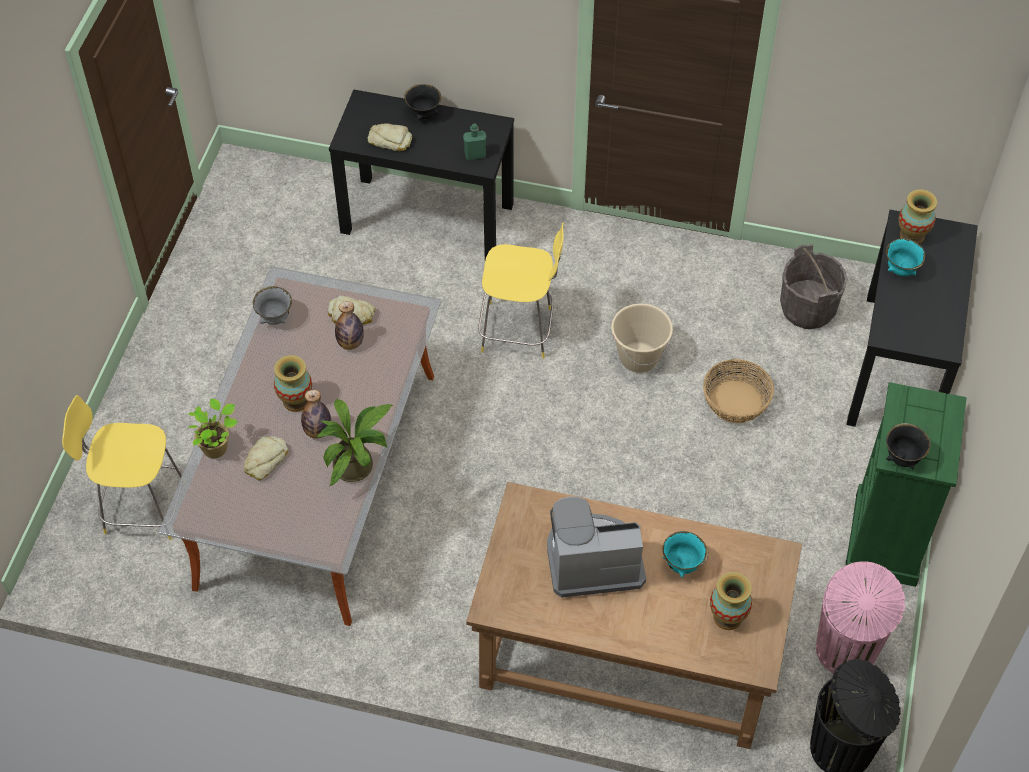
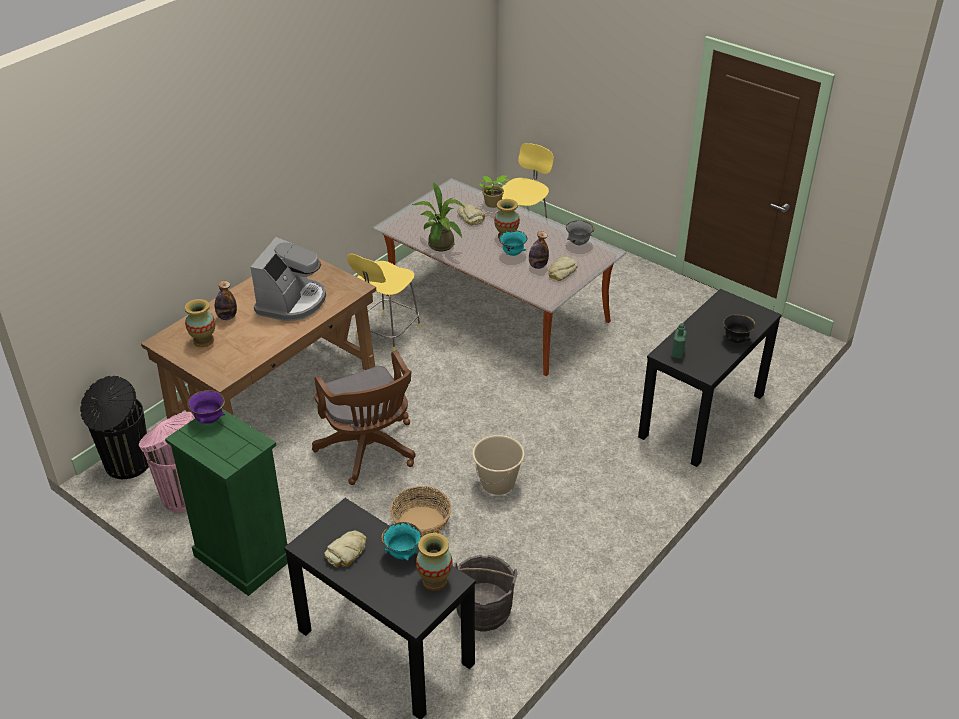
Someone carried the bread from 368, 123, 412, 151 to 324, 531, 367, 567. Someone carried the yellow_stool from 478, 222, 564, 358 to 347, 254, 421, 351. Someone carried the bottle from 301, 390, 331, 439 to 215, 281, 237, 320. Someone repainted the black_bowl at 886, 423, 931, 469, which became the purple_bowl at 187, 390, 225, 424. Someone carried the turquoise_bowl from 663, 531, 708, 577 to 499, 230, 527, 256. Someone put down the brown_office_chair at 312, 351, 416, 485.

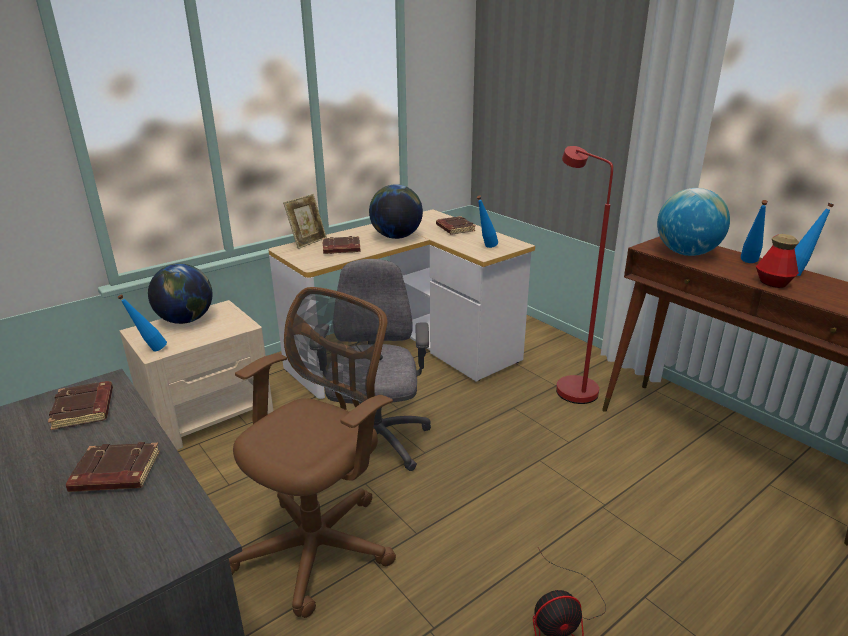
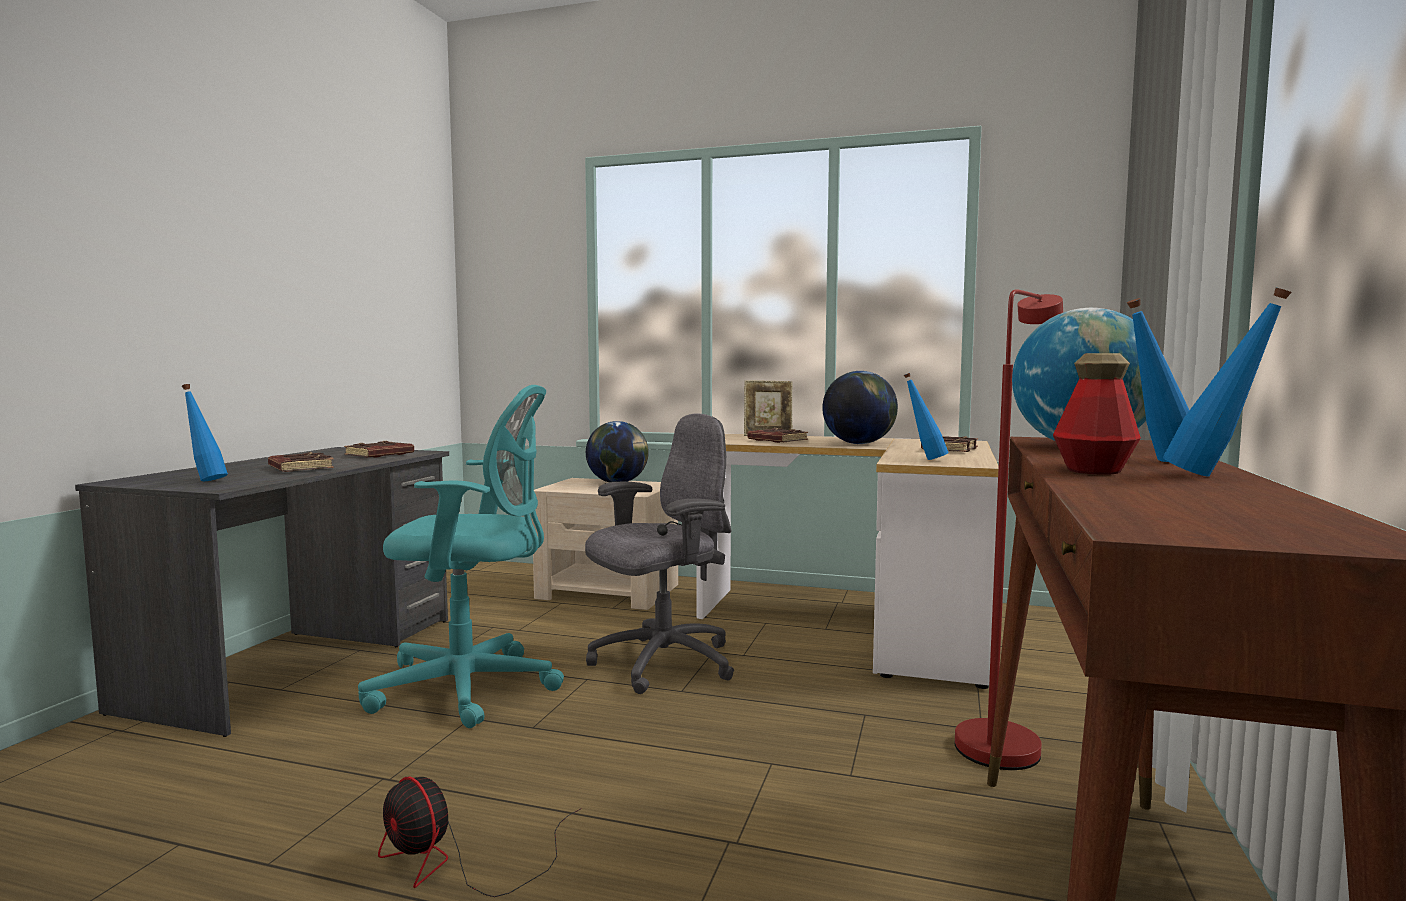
Someone repainted the brown_office_chair at 229, 287, 396, 618, which became the turquoise_office_chair at 358, 385, 564, 728. Someone carried the blue_bottle from 118, 294, 167, 352 to 182, 384, 228, 481.

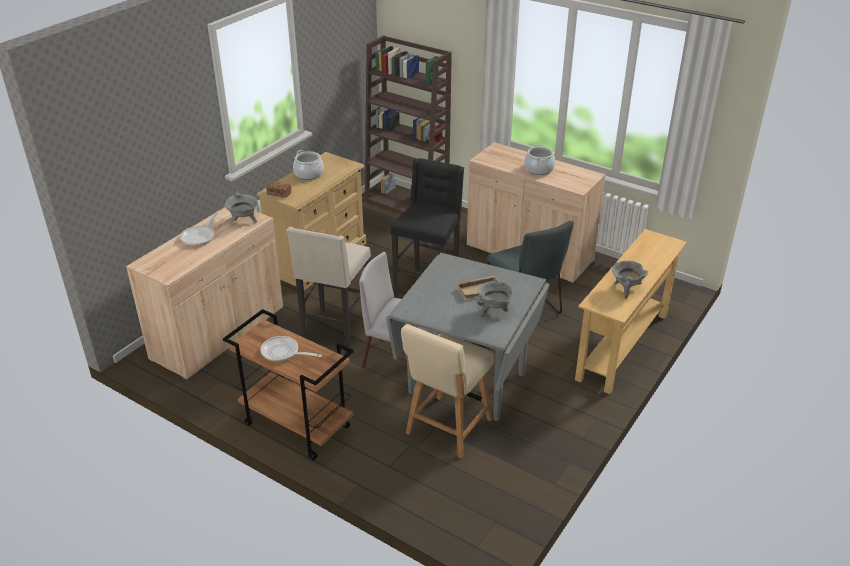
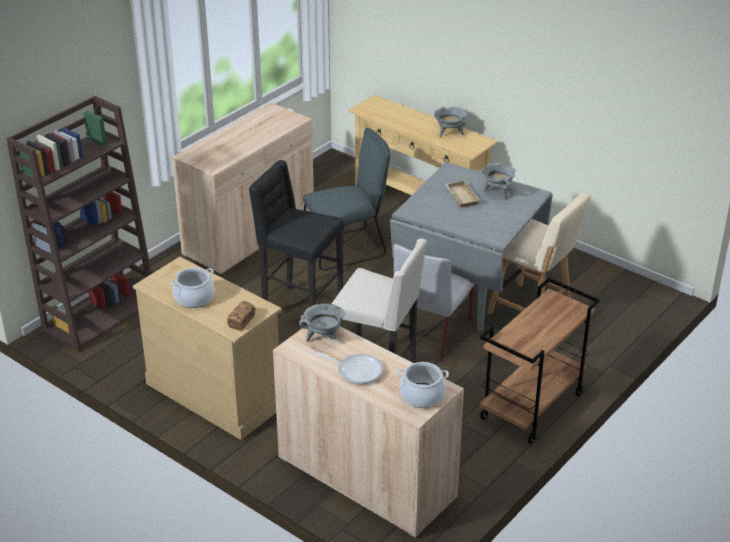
Someone carried the cooking_pot from 524, 144, 555, 175 to 398, 362, 449, 408. Someone took away the frying_pan at 261, 336, 322, 362.

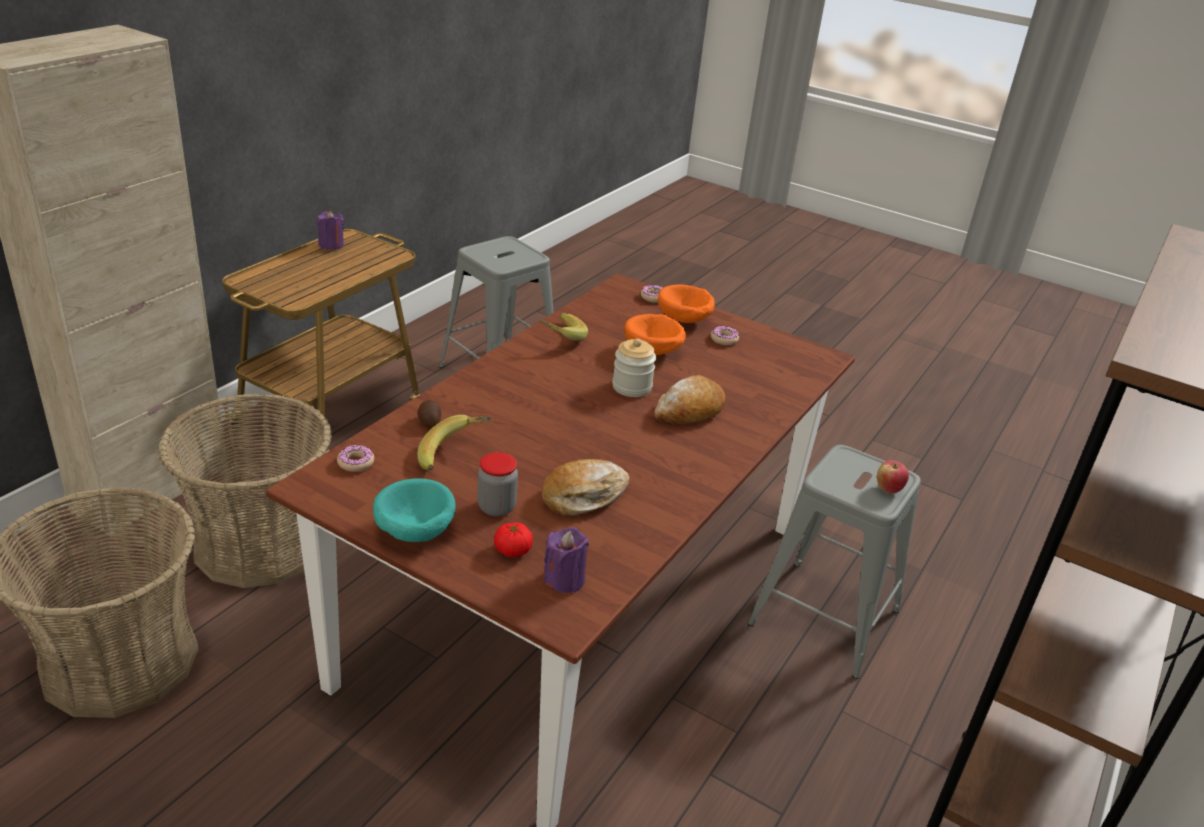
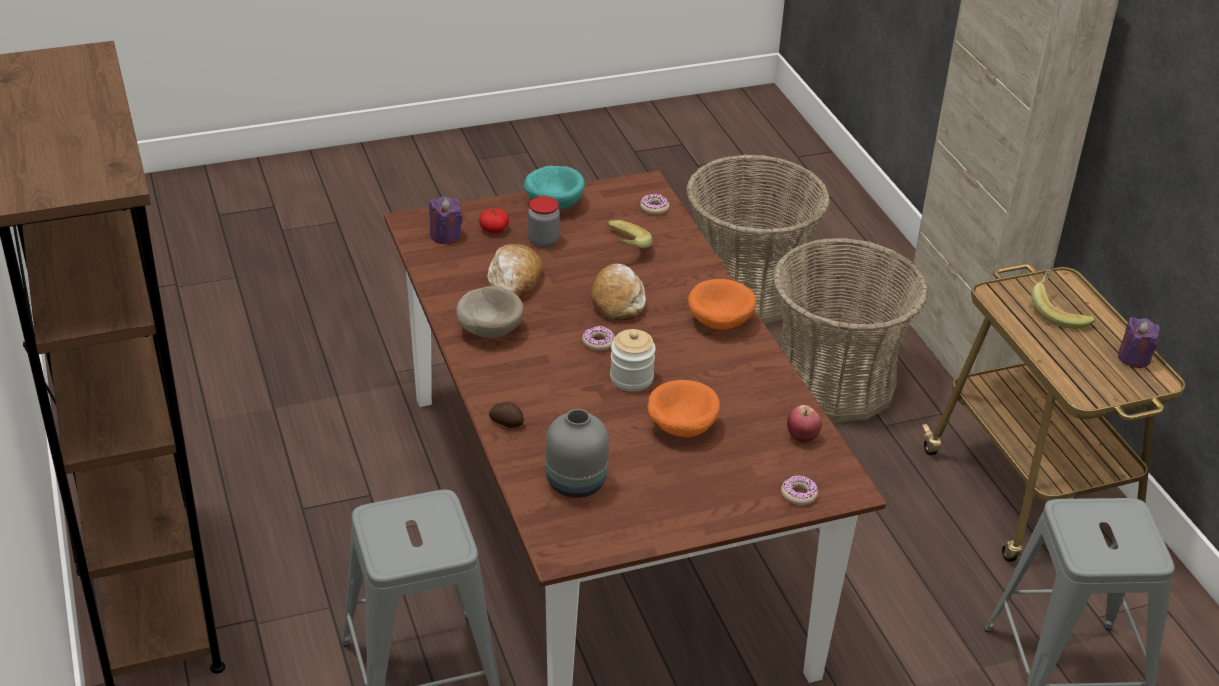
Someone carried the orange_bowl from 658, 284, 715, 323 to 688, 279, 756, 330. Someone carried the banana from 540, 313, 588, 341 to 1031, 266, 1095, 329. Someone carried the donut from 711, 326, 739, 345 to 582, 326, 615, 351. Someone carried the bread from 654, 375, 725, 424 to 591, 263, 646, 321. Someone carried the potato from 417, 400, 441, 429 to 489, 402, 524, 428. Someone carried the apple from 877, 460, 909, 494 to 787, 405, 822, 443. Someone put down the beige_bowl at 456, 286, 524, 338. Someone put down the grey_vase at 545, 409, 609, 498.

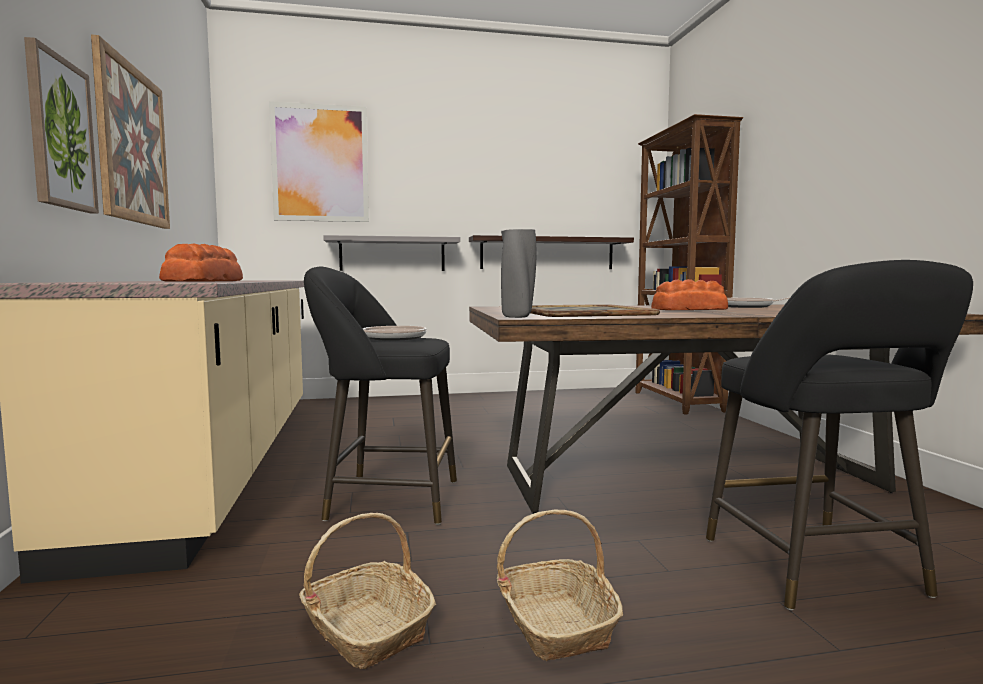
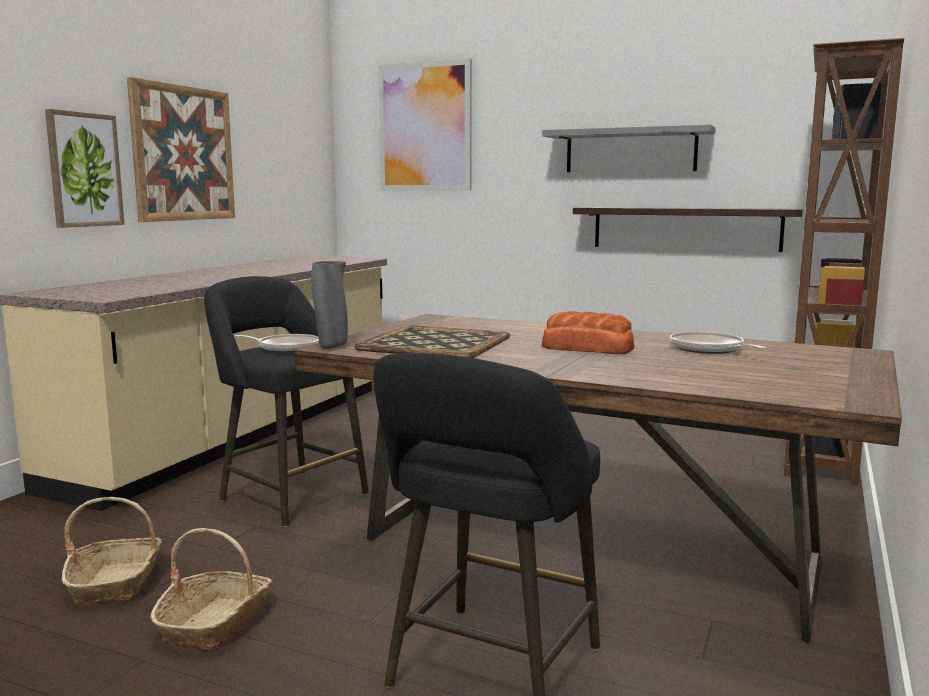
Someone carried the grey_shelf from 323, 235, 460, 271 to 542, 124, 716, 172. Someone took away the bread at 159, 244, 243, 282.

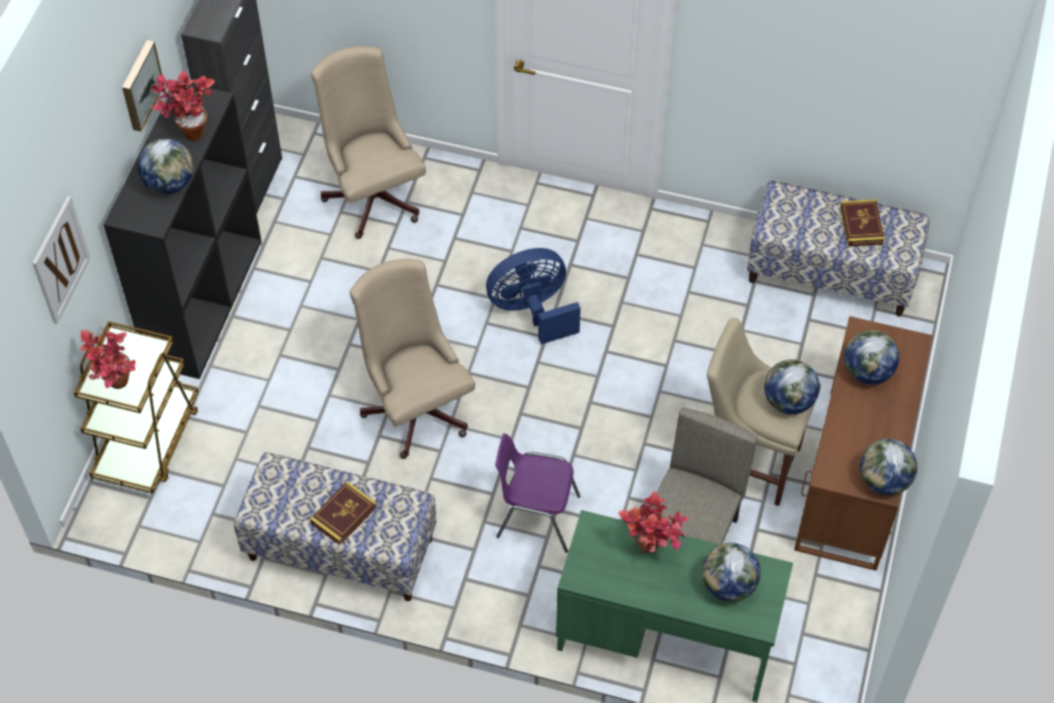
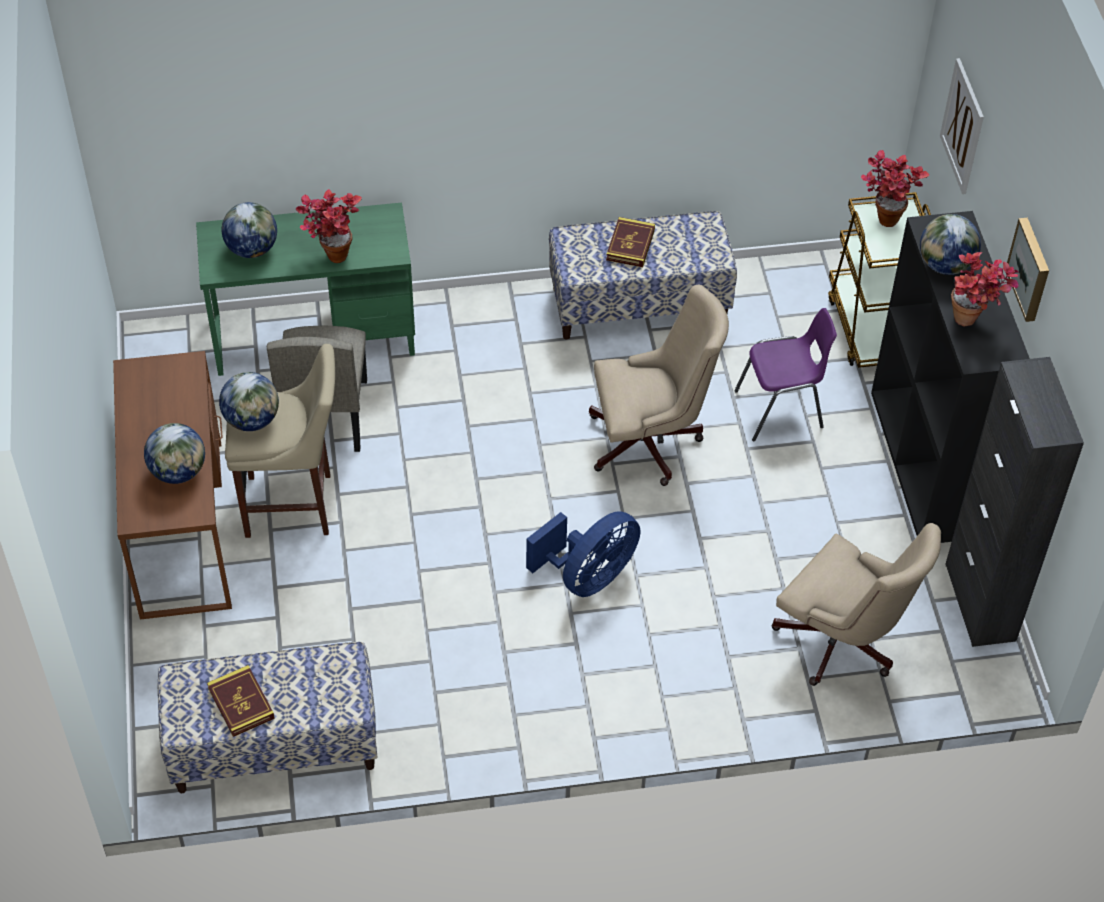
Someone rotated the beige_office_chair at 350, 259, 475, 459 by 45 degrees counterclockwise. Someone carried the purple_chair from 495, 433, 580, 553 to 734, 308, 837, 441. Someone took away the globe at 860, 439, 917, 495.

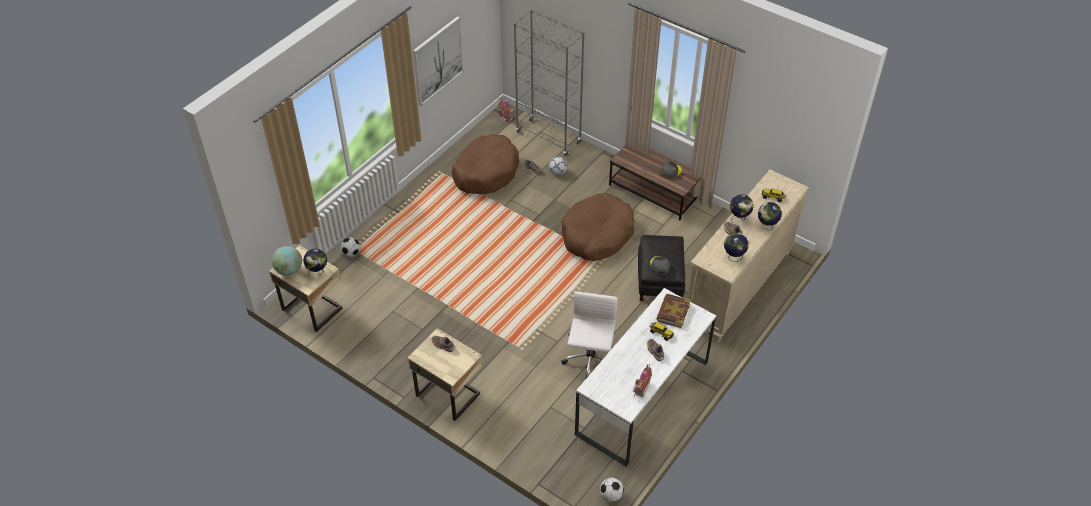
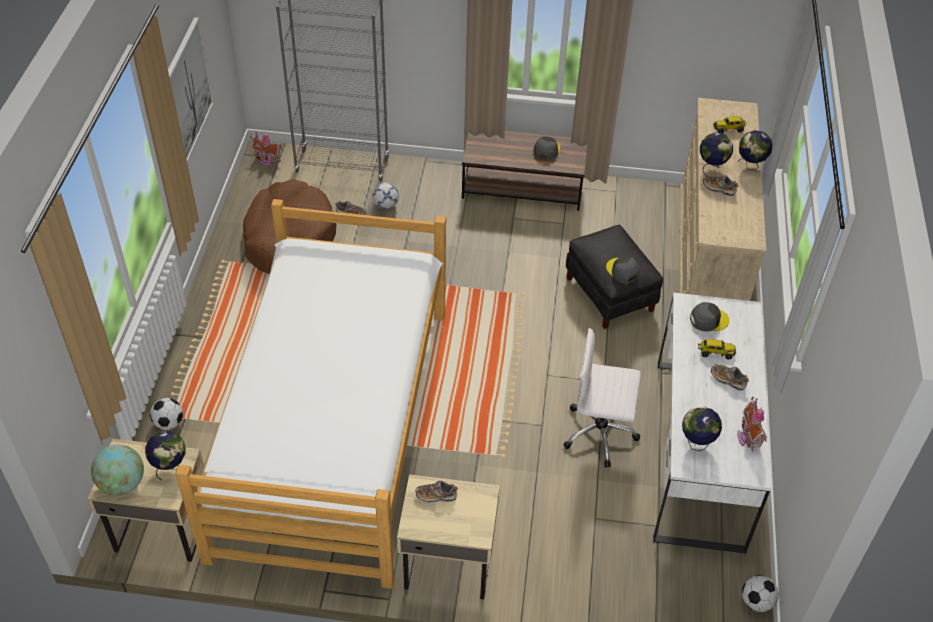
Someone took away the brown_dog_bed at 562, 193, 634, 261. Someone carried the globe from 724, 233, 748, 262 to 682, 407, 722, 451. Someone rotated the white_office_chair at 561, 291, 618, 380 by 60 degrees counterclockwise. Someone swapped the book at 656, 294, 691, 328 for the grey_cap at 690, 302, 729, 332. Someone put down the bed at 175, 199, 446, 589.

